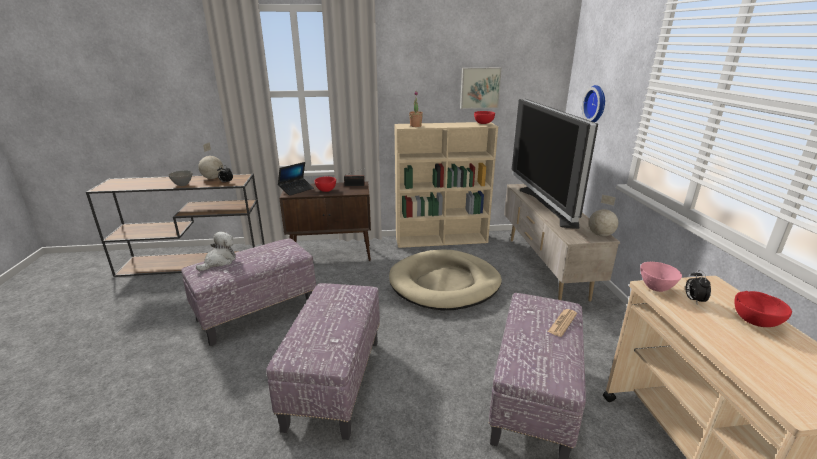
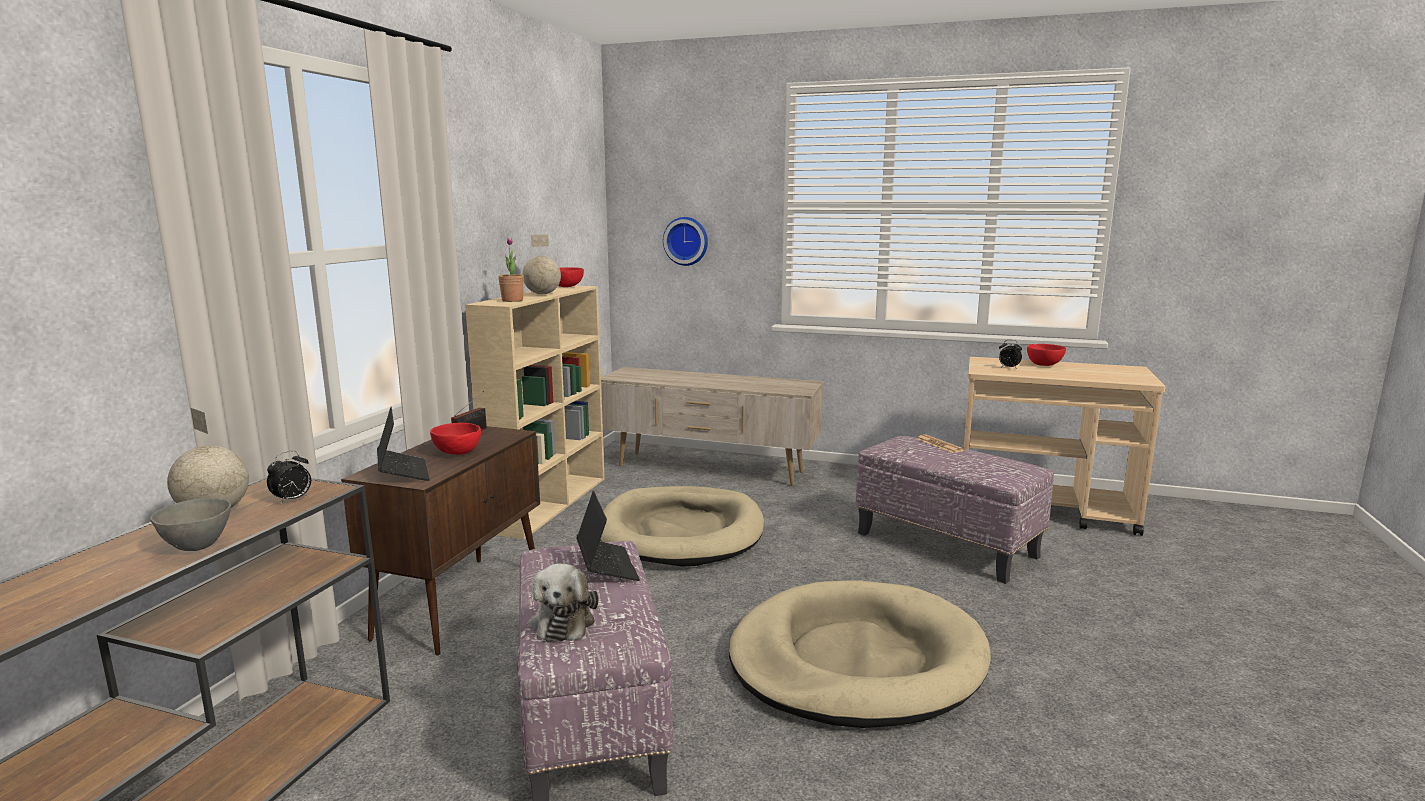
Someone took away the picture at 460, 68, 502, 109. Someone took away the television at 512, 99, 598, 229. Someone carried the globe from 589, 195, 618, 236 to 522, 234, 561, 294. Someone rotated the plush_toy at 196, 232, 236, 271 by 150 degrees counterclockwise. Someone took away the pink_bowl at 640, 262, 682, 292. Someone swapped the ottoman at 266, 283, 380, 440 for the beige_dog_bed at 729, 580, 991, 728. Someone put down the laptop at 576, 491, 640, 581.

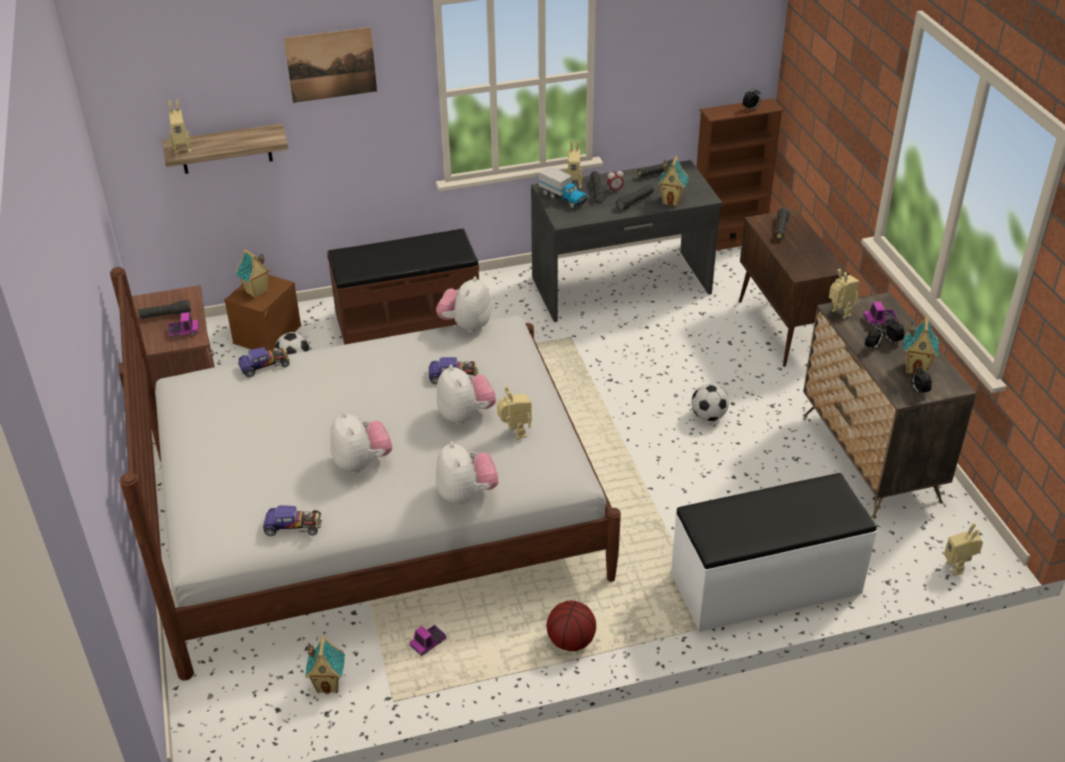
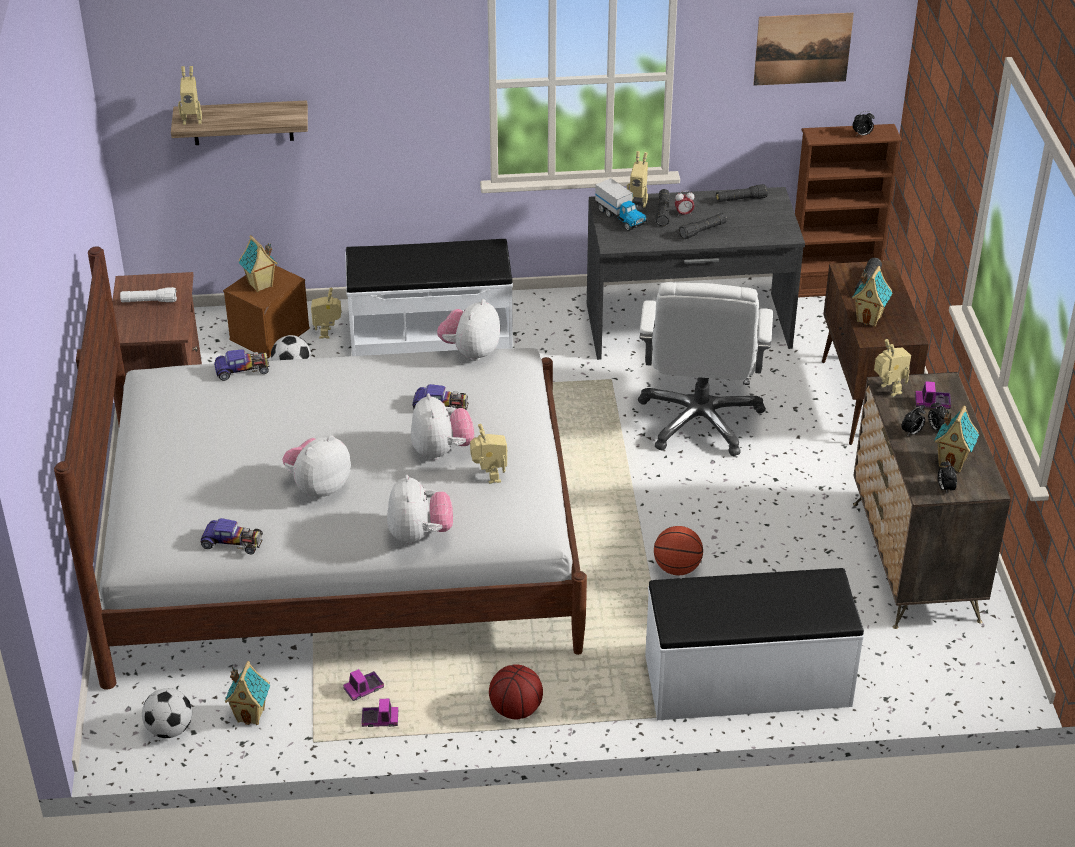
Someone carried the picture from 284, 27, 377, 103 to 753, 13, 854, 86. Someone carried the toy_house from 658, 156, 689, 206 to 852, 266, 893, 327. Someone repainted the brown_bench at 327, 229, 479, 345, which became the white_bench at 345, 239, 513, 356. Someone repainted the black_flashlight at 139, 300, 191, 319, which became the white_flashlight at 120, 287, 177, 302. Someone carried the toy_truck from 168, 312, 199, 337 to 362, 699, 398, 727. Someone carried the football from 691, 384, 729, 421 to 142, 688, 192, 738. Someone rotated the plush_toy at 330, 411, 392, 473 by 120 degrees counterclockwise. Someone carried the toy_robot from 944, 523, 983, 576 to 311, 288, 341, 339. Someone put down the white_office_chair at 638, 282, 773, 456. Someone put down the basketball at 654, 526, 703, 576.

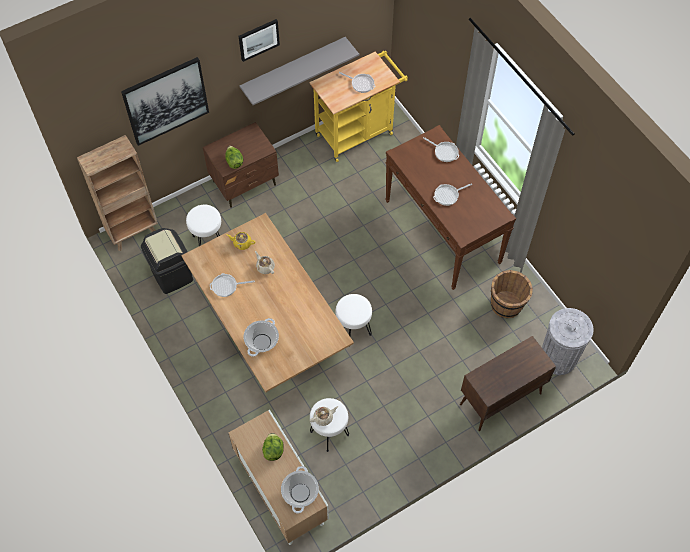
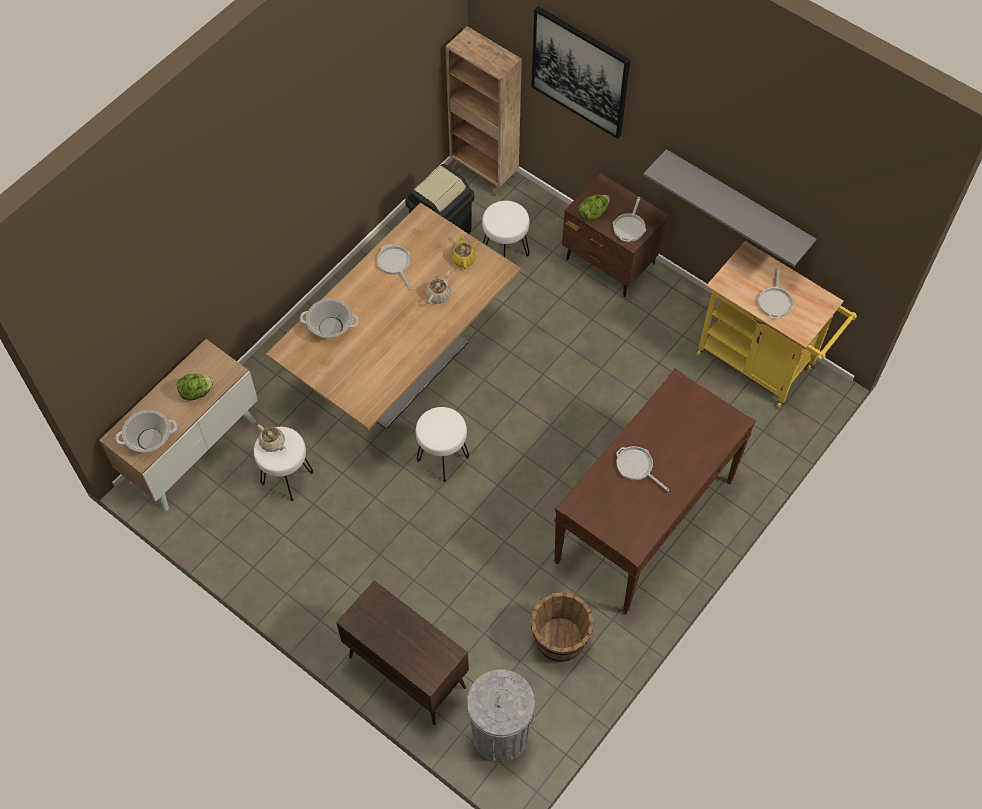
Someone took away the picture at 239, 19, 280, 62. Someone carried the frying_pan from 423, 137, 459, 162 to 613, 197, 646, 242.

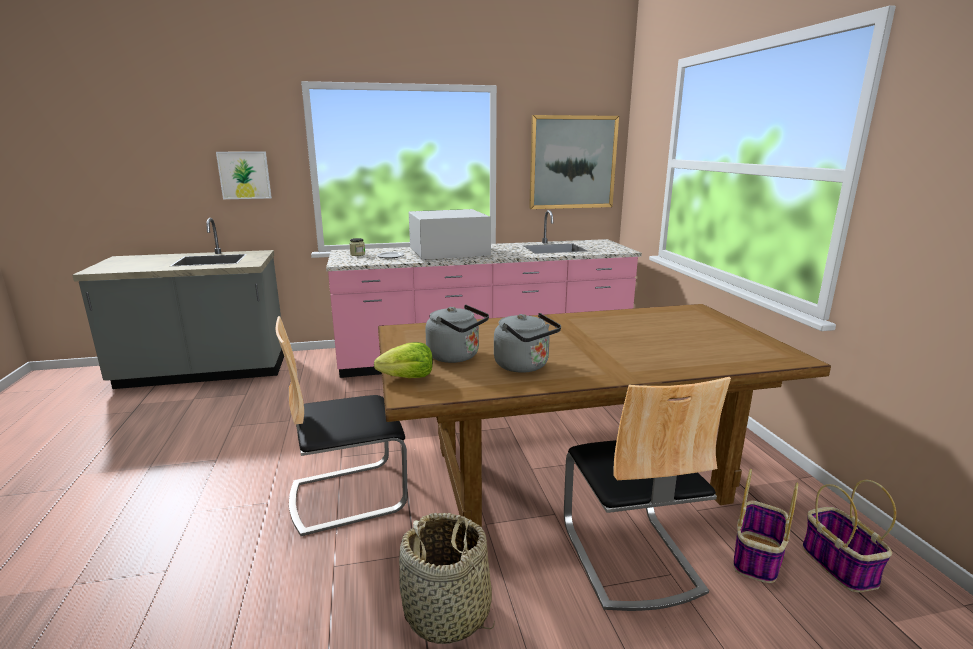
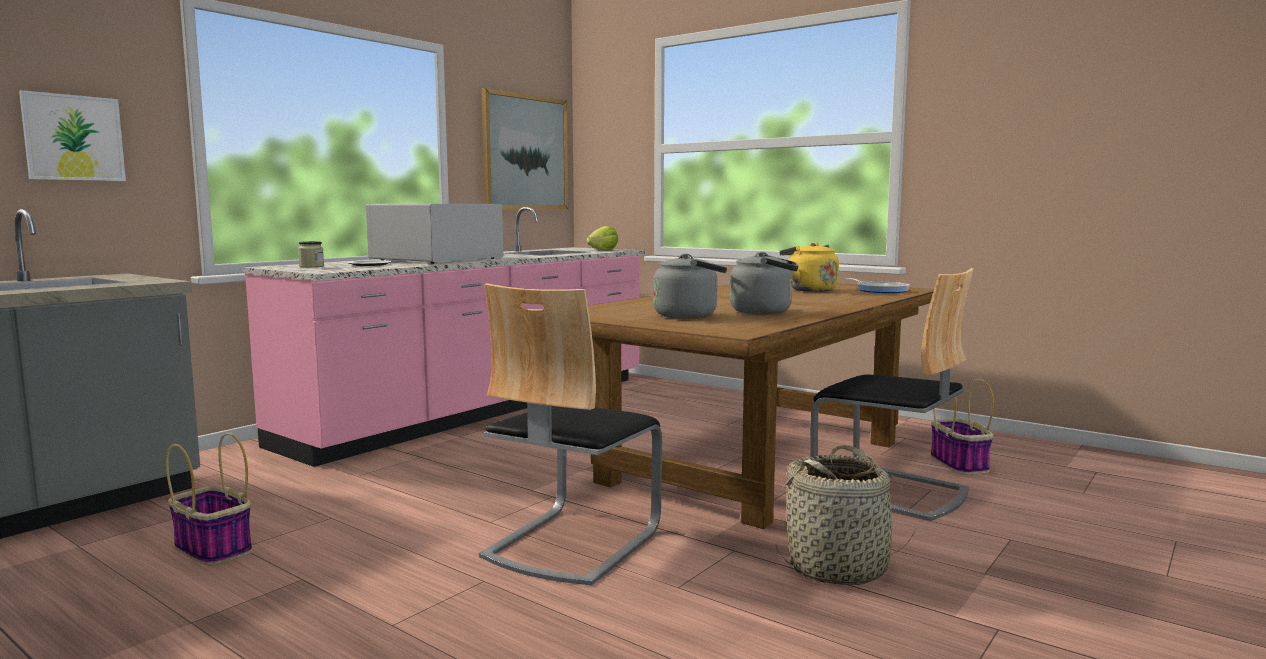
Someone carried the lettuce from 374, 342, 433, 378 to 586, 226, 618, 250. Someone carried the basket from 802, 480, 896, 592 to 166, 433, 252, 566. Someone put down the yellow_kettle at 779, 242, 839, 292. Someone put down the frying_pan at 846, 278, 909, 293.

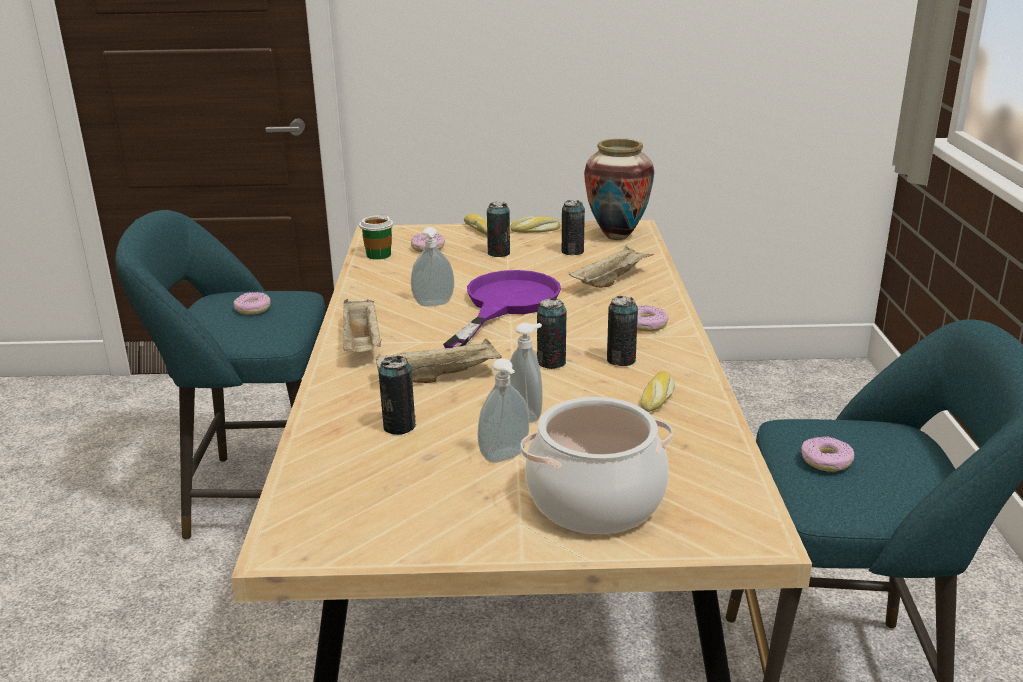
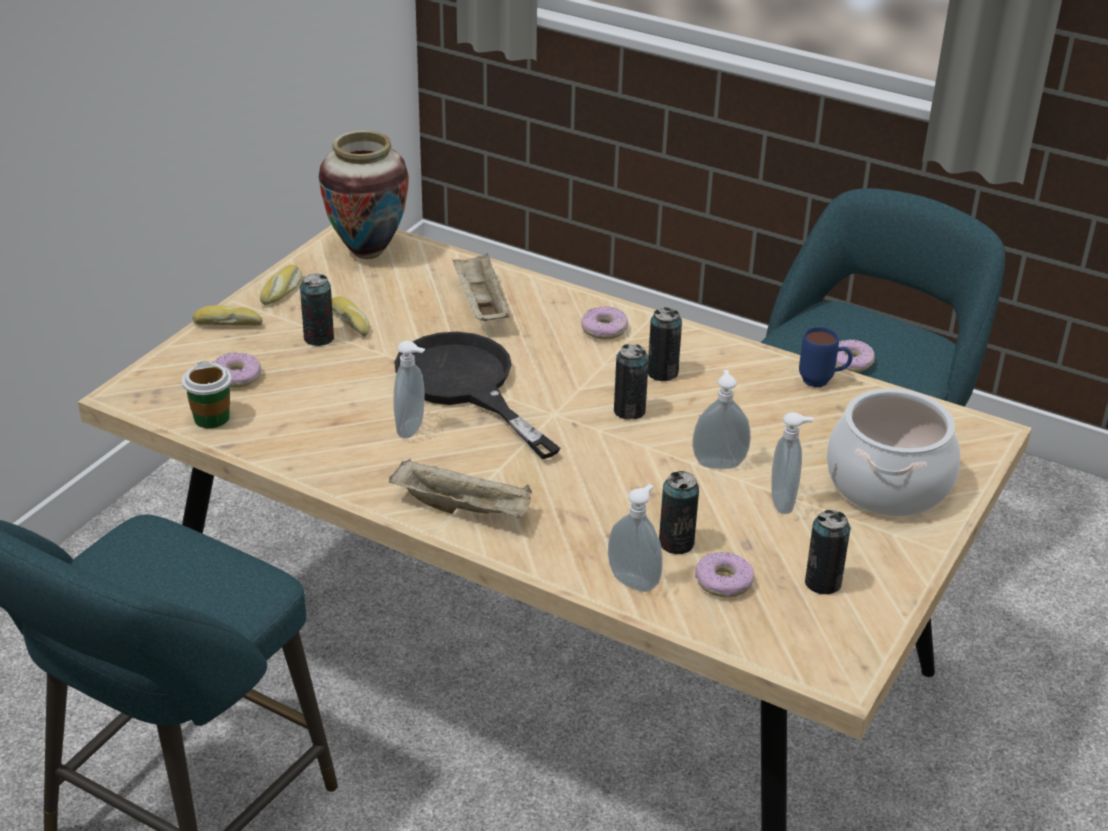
Someone carried the can from 562, 200, 585, 255 to 805, 510, 851, 594. Someone repainted the purple_frying_pan at 443, 270, 561, 348, which became the black_frying_pan at 394, 332, 560, 459. Someone carried the donut from 234, 292, 271, 315 to 695, 552, 754, 598. Someone took away the beige_tray at 376, 338, 502, 383. Someone carried the bread from 641, 371, 675, 412 to 332, 296, 370, 337. Someone put down the blue_mug at 799, 327, 853, 387. Someone put down the soap_dispenser at 608, 484, 663, 592.

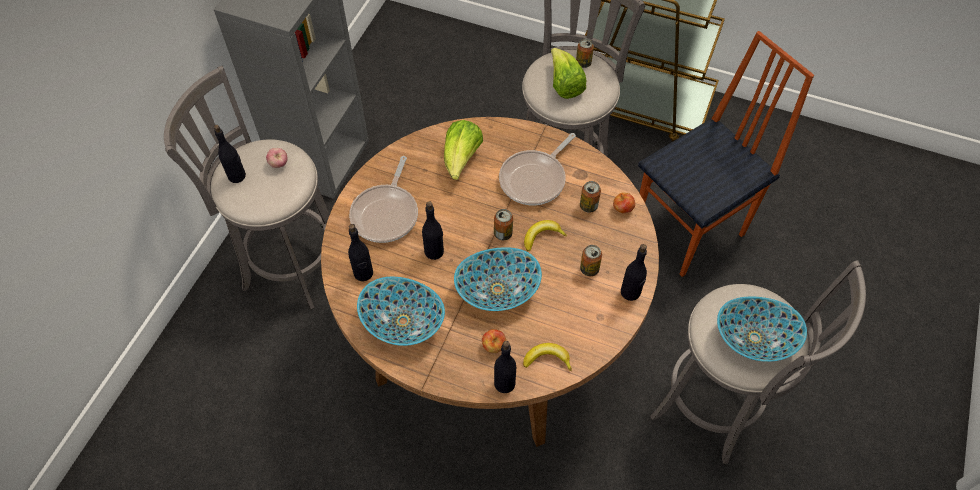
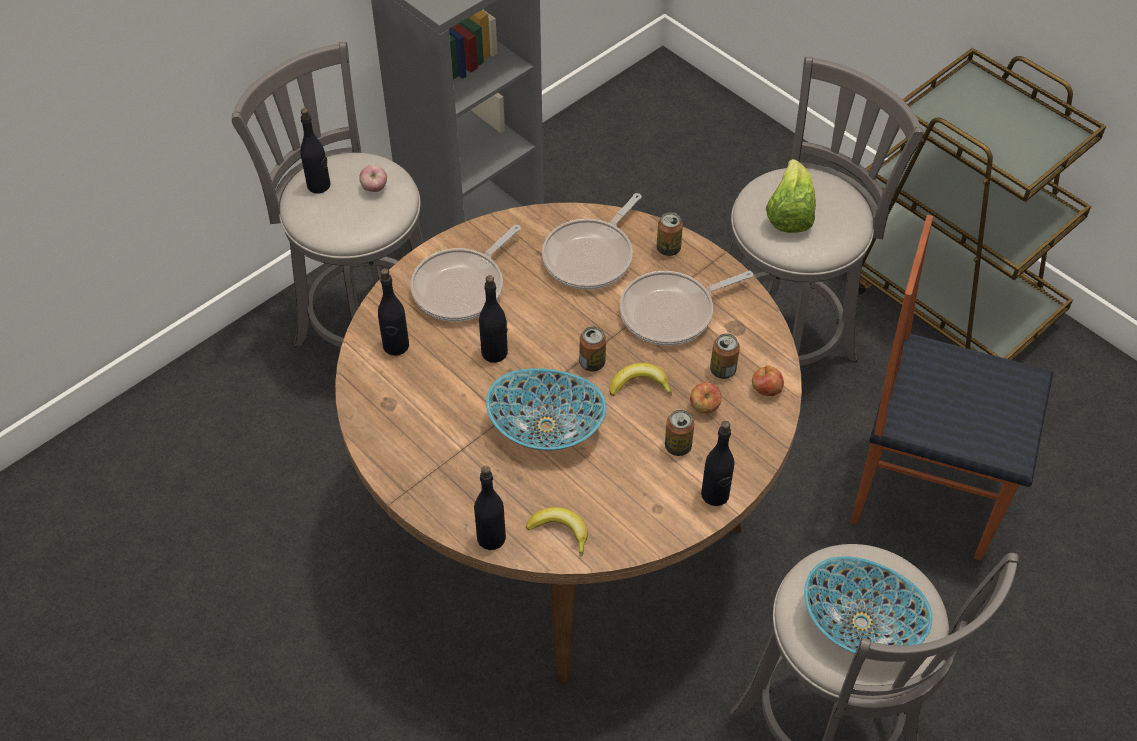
Someone rotated the chair at 638, 31, 814, 277 by 150 degrees counterclockwise. Someone carried the can from 576, 39, 594, 68 to 657, 212, 683, 256. Someone swapped the lettuce at 444, 120, 483, 180 for the frying_pan at 542, 193, 642, 290. Someone took away the bowl at 357, 277, 445, 346. Someone carried the apple from 482, 329, 506, 353 to 690, 383, 722, 414.

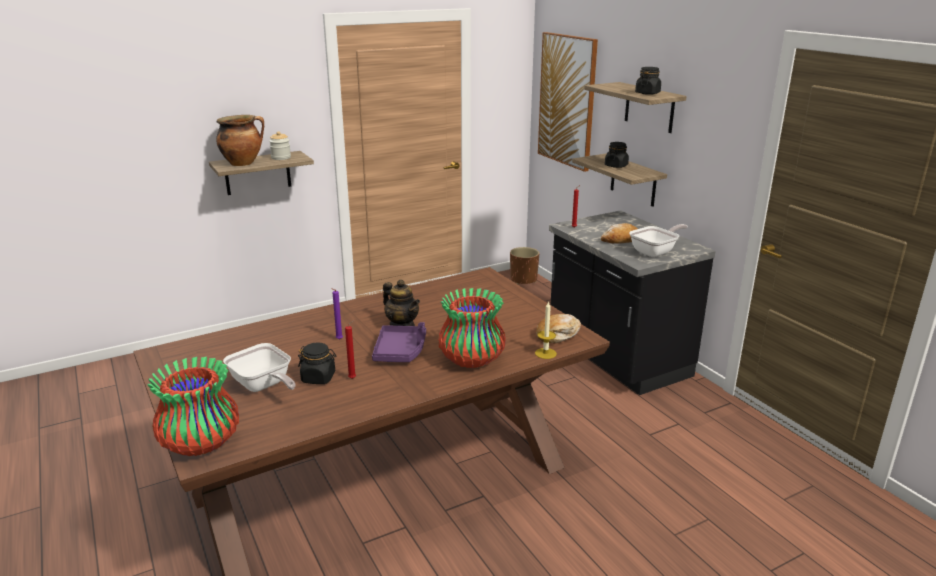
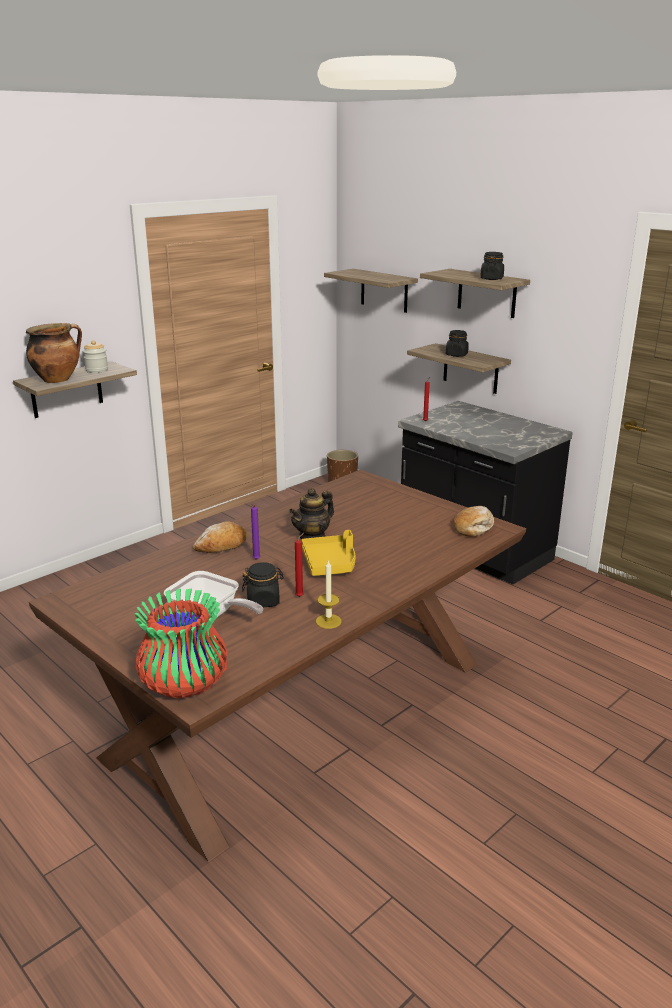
Someone swapped the picture at 538, 32, 598, 172 for the shelf at 324, 269, 418, 313. Someone carried the bread from 601, 223, 638, 244 to 193, 521, 247, 553. Someone took away the frying_pan at 629, 224, 688, 257. Someone rotated the teapot at 383, 280, 420, 326 by 105 degrees clockwise. Someone took away the vase at 438, 288, 506, 368. Someone carried the candle from 535, 301, 557, 359 to 316, 560, 341, 629. Someone repainted the purple_tray at 372, 322, 426, 362, which became the yellow_tray at 302, 530, 355, 576.

